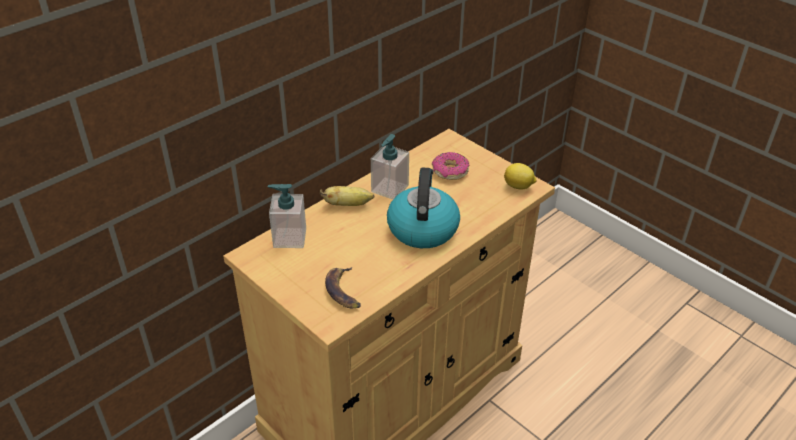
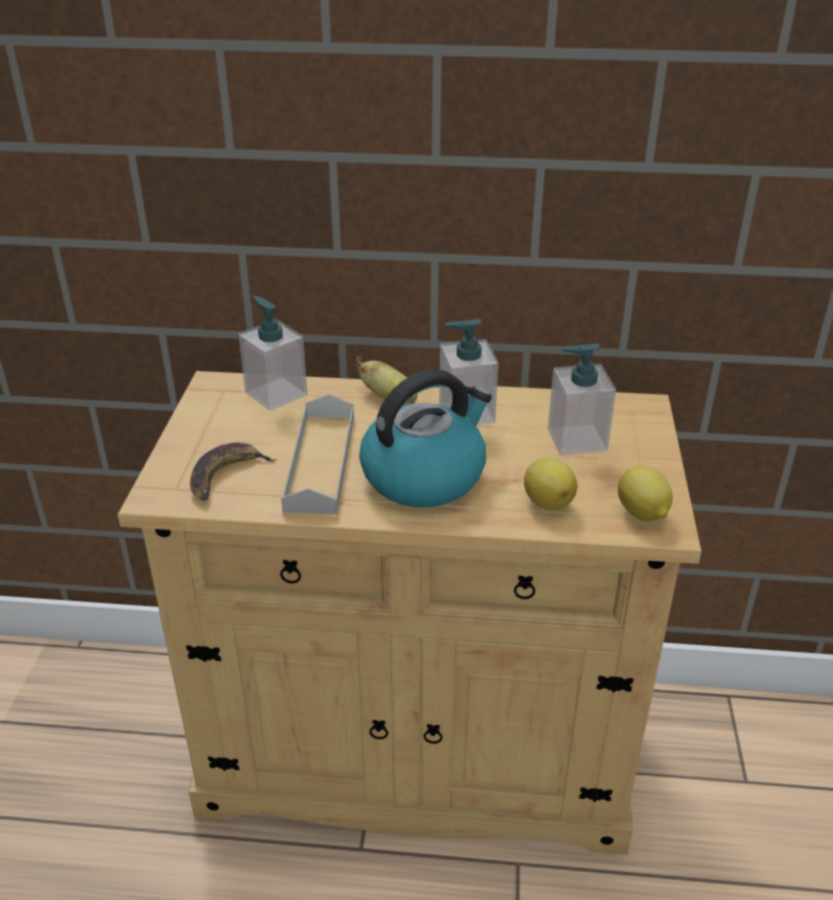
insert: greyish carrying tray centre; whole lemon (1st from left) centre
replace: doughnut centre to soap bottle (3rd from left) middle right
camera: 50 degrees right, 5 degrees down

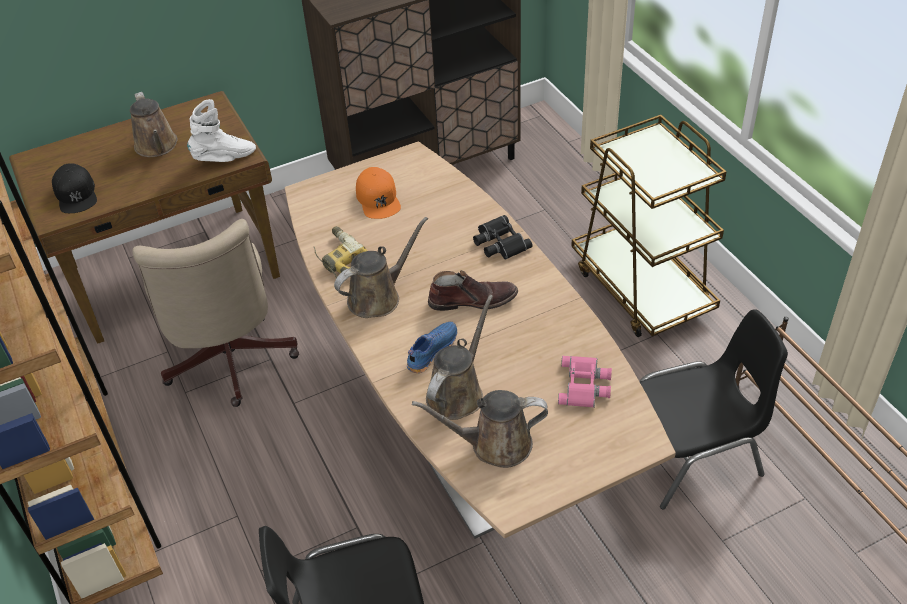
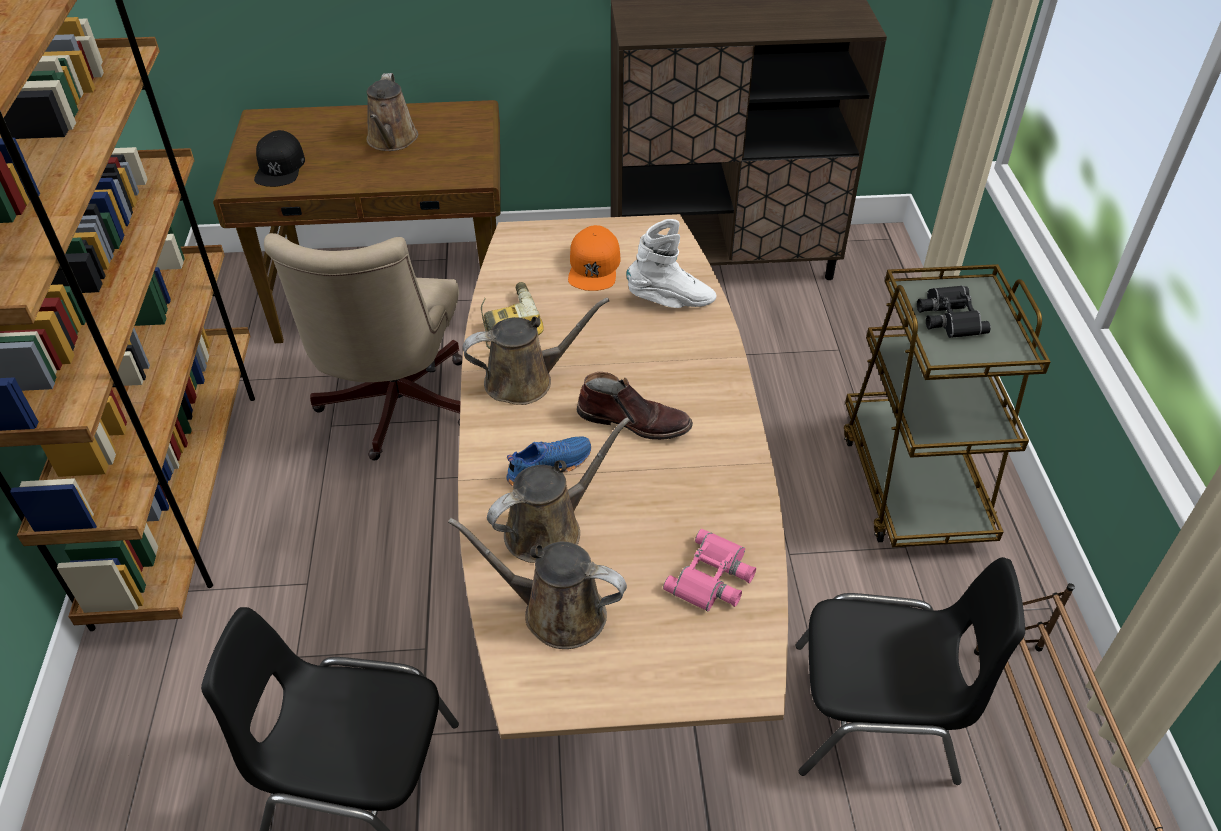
move: whitish tall boot top left to top centre; black-coloured field glasses centre to middle right
camera: 20 degrees right, 0 degrees up

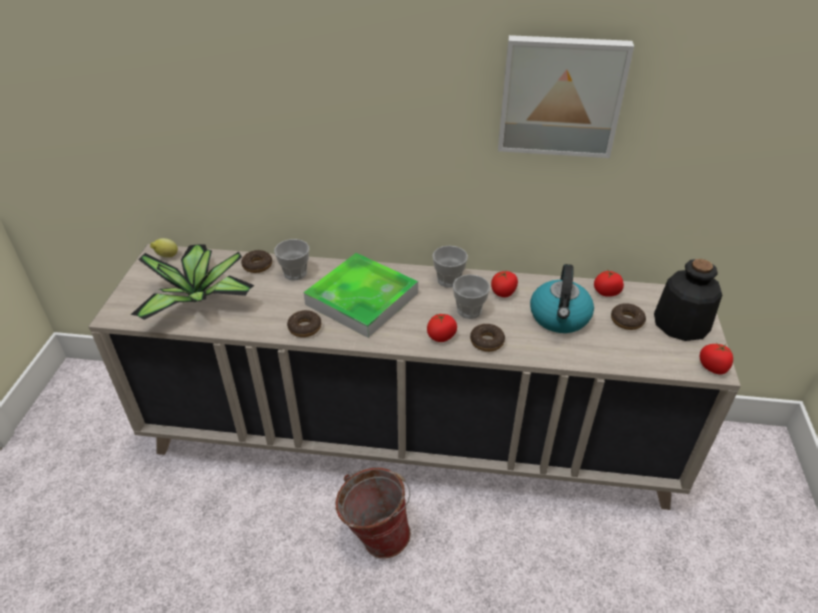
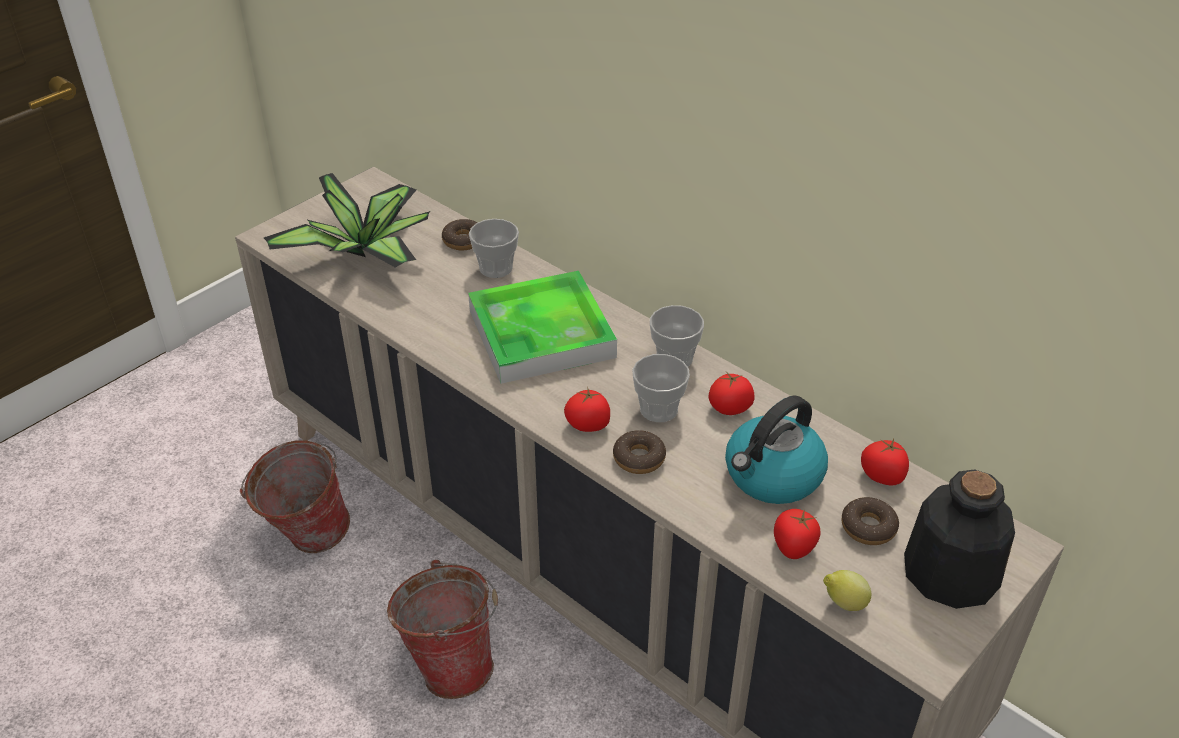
delete: doughnut (2nd from left) centre; wall picture top right
insert: pail (1st from left) bottom left
move: whole lemon middle left to bottom right; whole tomato (4th from left in the first image) middle right to whole tomato (3rd from left) bottom right
camera: 35 degrees right, 0 degrees up

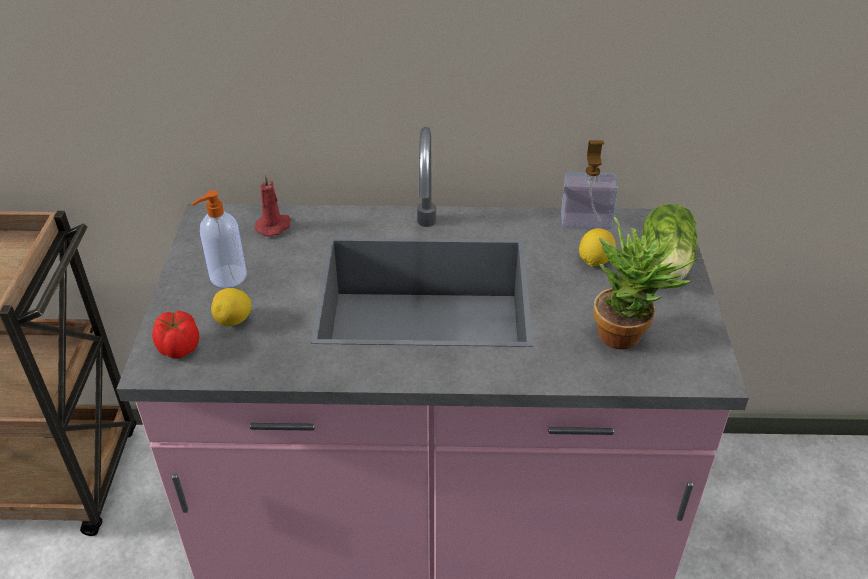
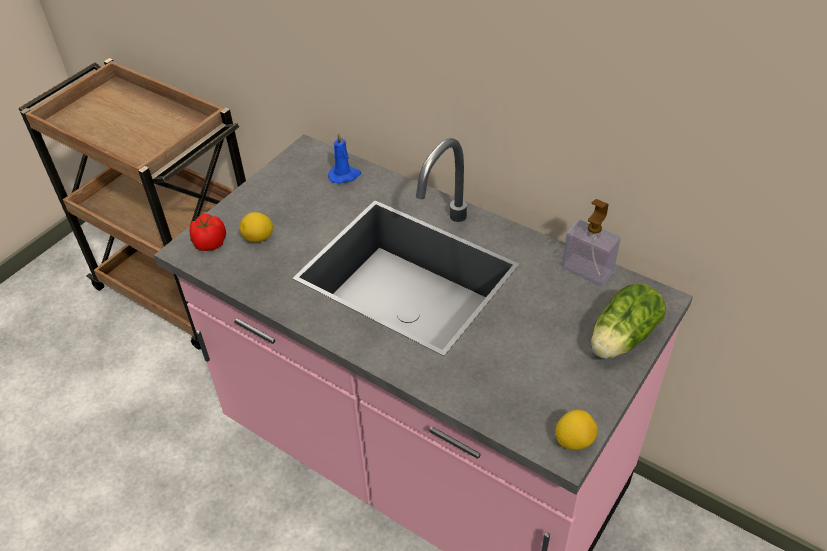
delete: soap bottle (1st from left) middle left; potted plant middle right
move: whole lemon (2nd from left) middle right to bottom right
recolor: reddish wax light middle left to bluish wax light top centre
camera: 35 degrees right, 5 degrees up

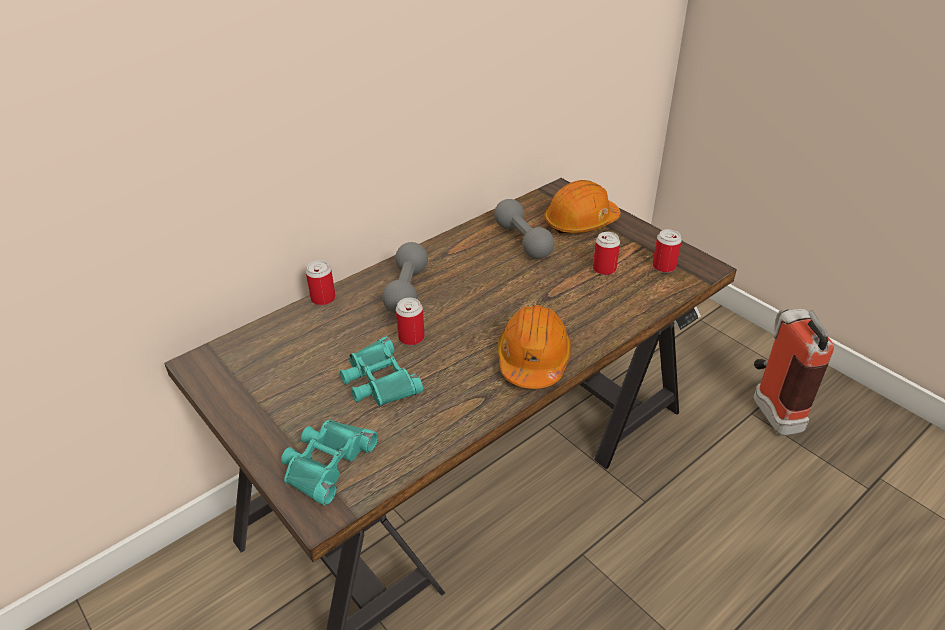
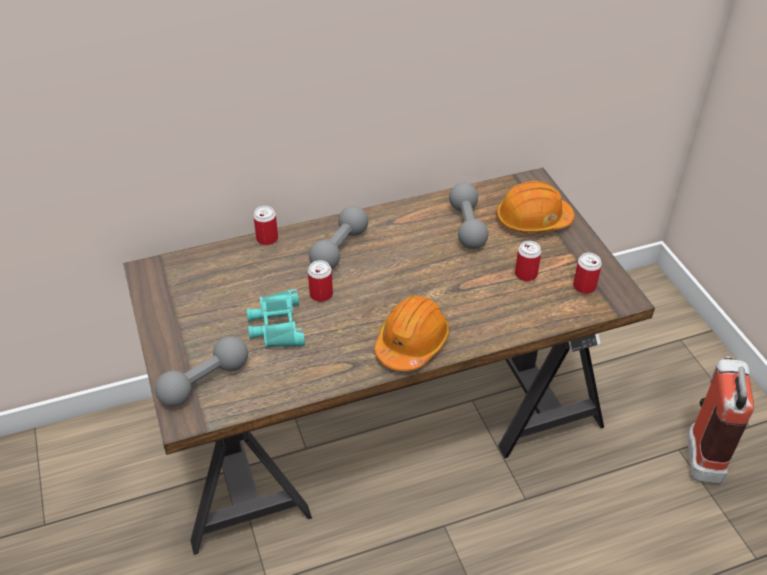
replace: blue-green field glasses (1st from left) bottom centre to greyish free weight (1st from left) middle left
camera: 20 degrees right, 5 degrees up

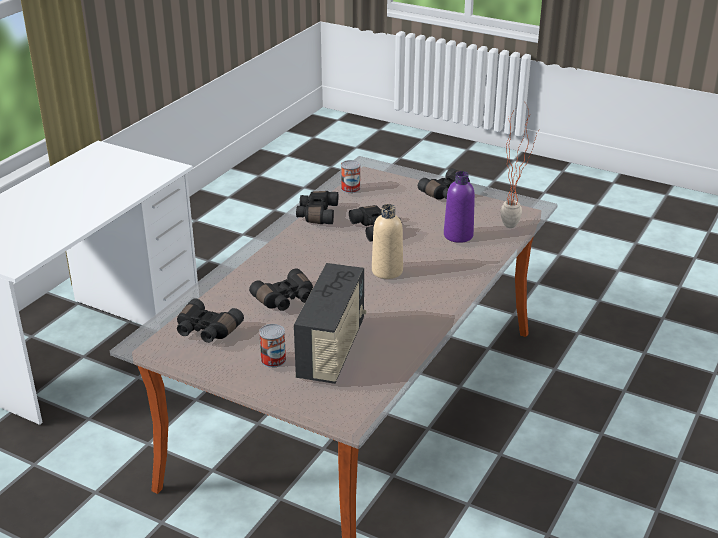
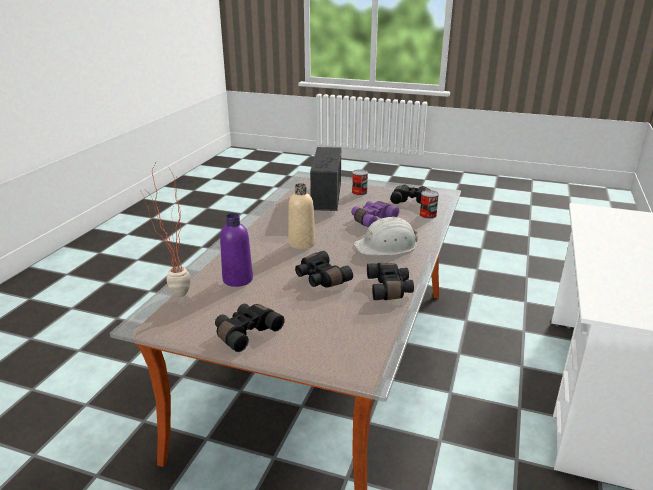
insert: whitish safety helmet centre
move: metal can (2nd from left) top centre to centre
recolor: black-coloured field glasses (2nd from left) centre to purple field glasses centre
camera: 170 degrees right, 5 degrees down

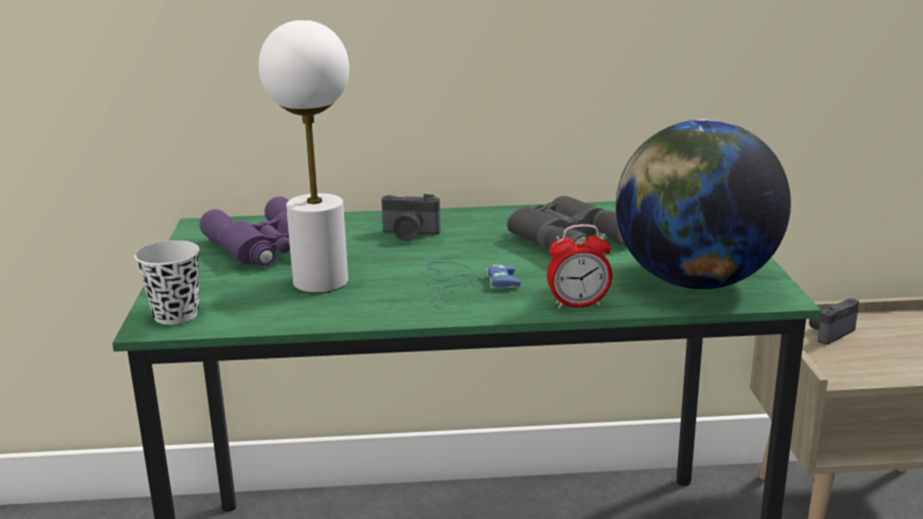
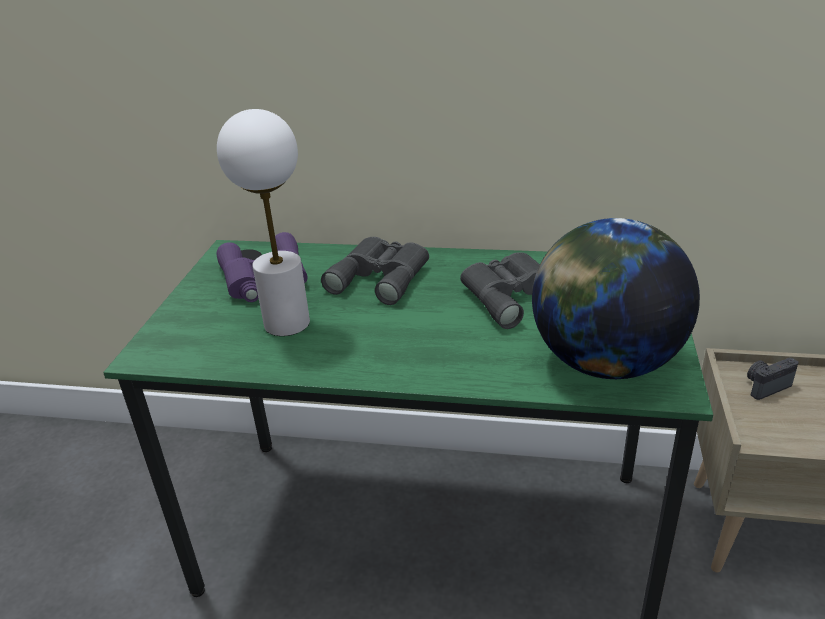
delete: whitish drinking cup middle left; bluish game controller centre; table clock centre
replace: still camera (1st from left) centre to greyish field glasses (1st from left) centre
camera: 15 degrees right, 10 degrees up

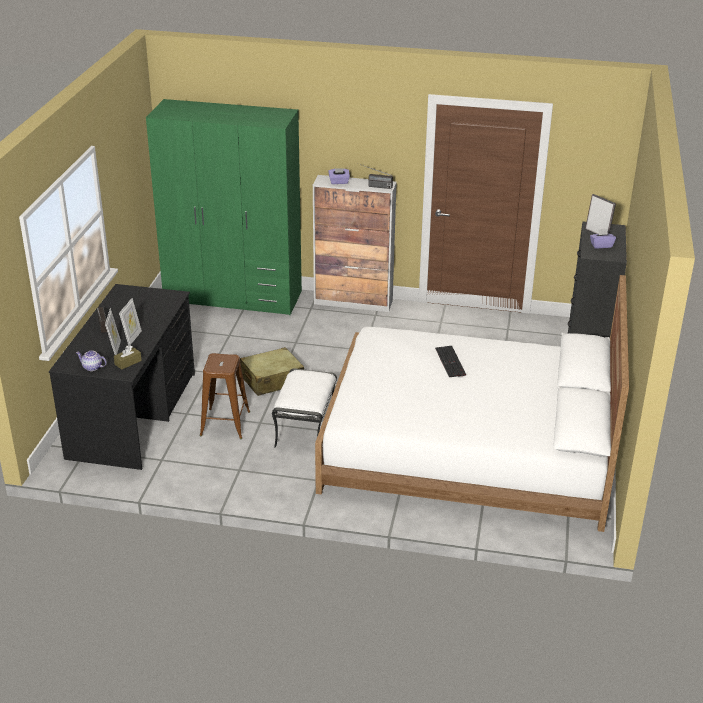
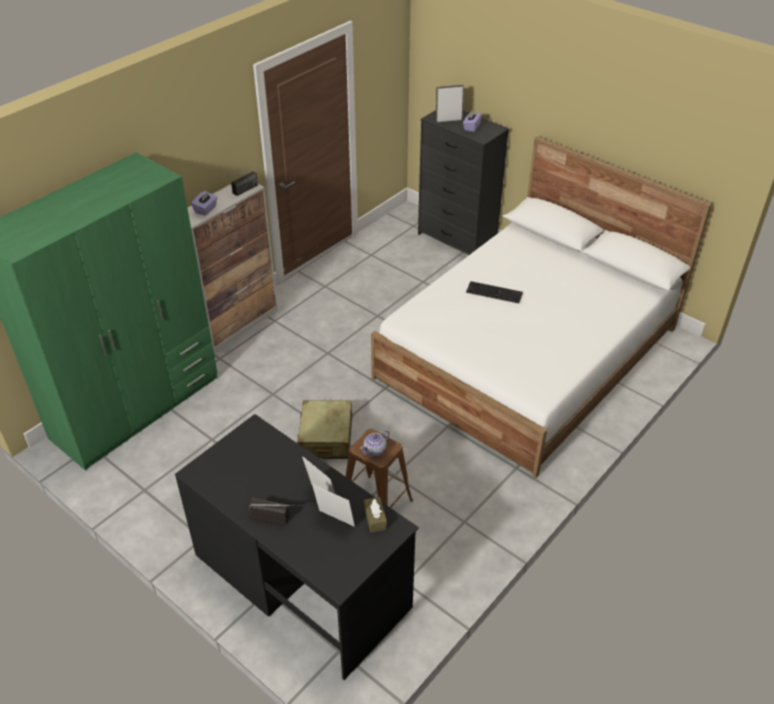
delete: whitish ottoman centre
move: pot for tea middle left to centre
camera: 60 degrees left, 10 degrees up

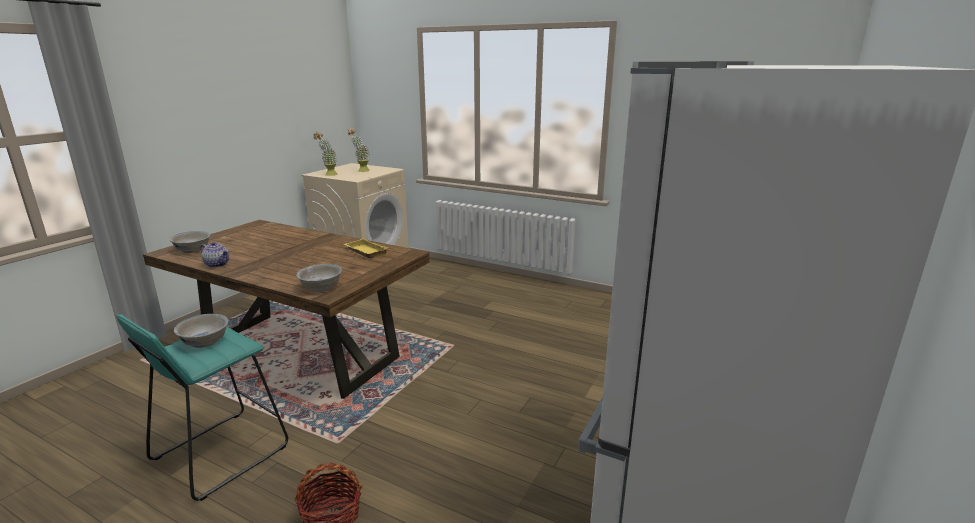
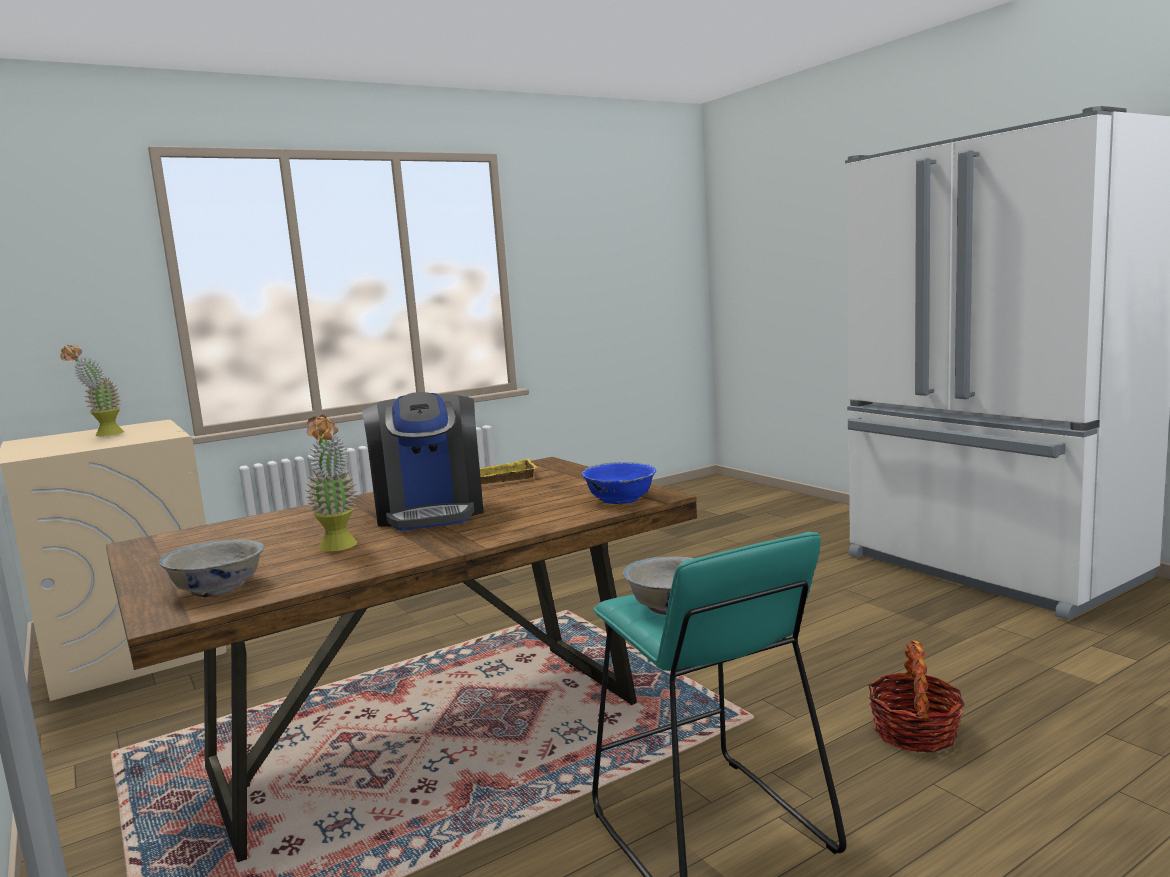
delete: pot for tea middle left
insert: coffee brewer centre
move: potted plant (1st from left in the first image) top centre to potted plant (2nd from left) middle left
recolor: whitish deep dish (3rd from left) middle left to bluish deep dish centre
camera: 60 degrees left, 10 degrees down

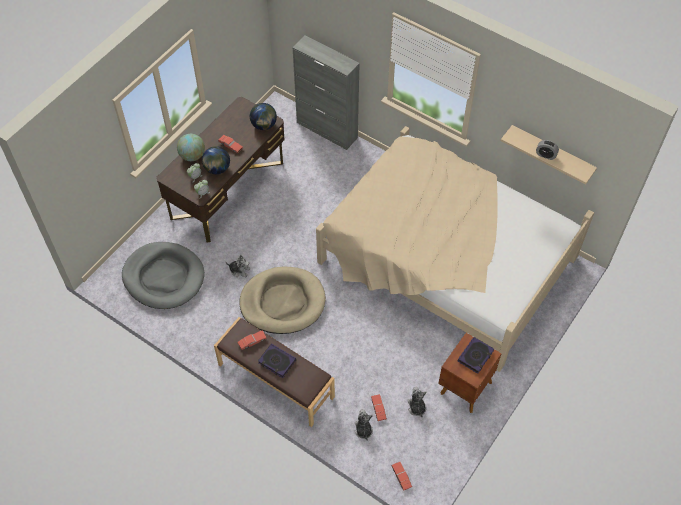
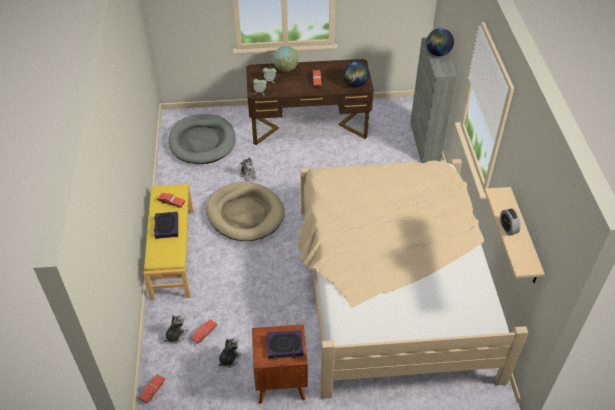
move: world globe (2nd from left in the first image) top left to world globe (3rd from left) top right
recolor: brown long seat bottom centre to yellow long seat middle left
camera: 50 degrees right, 10 degrees down

